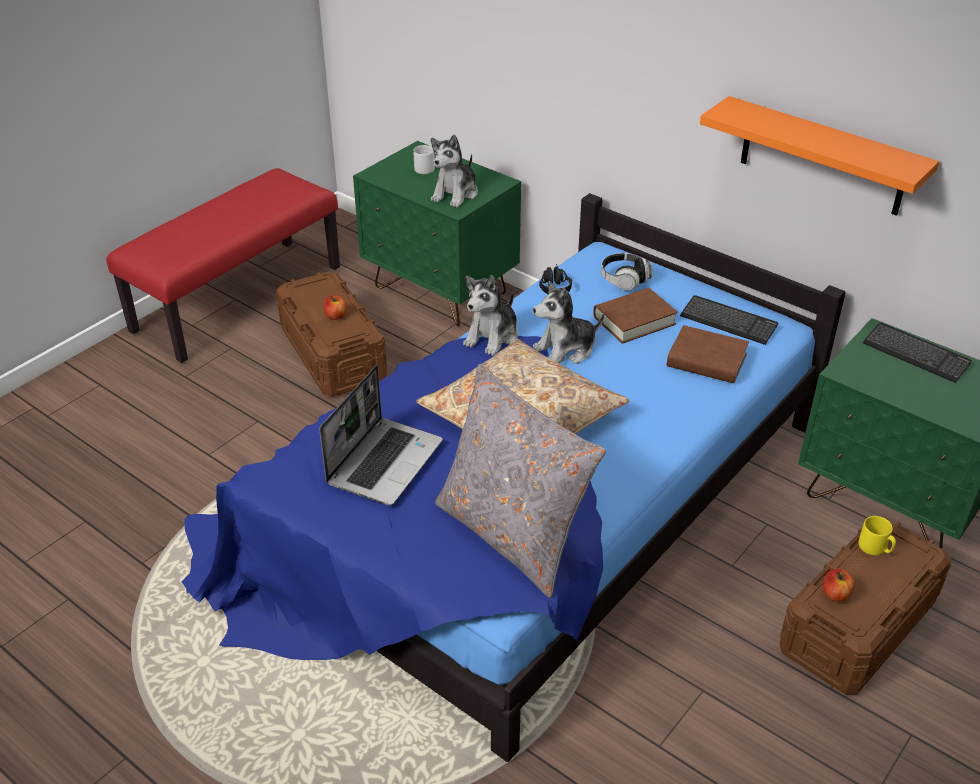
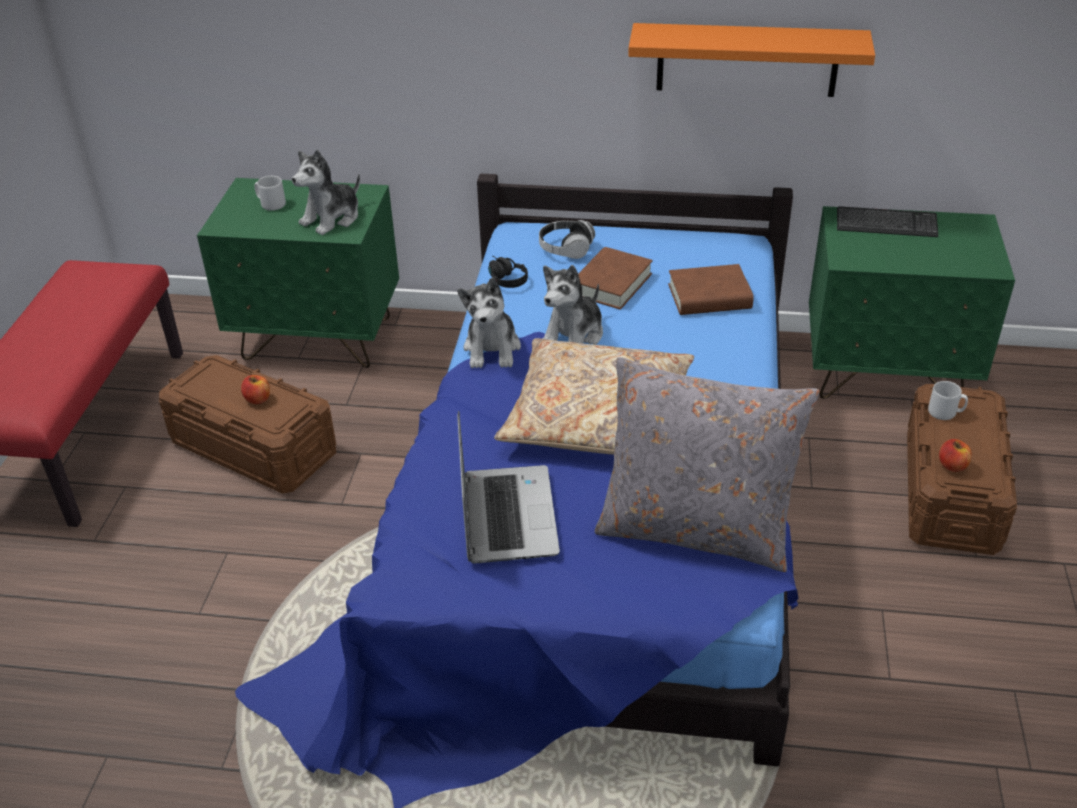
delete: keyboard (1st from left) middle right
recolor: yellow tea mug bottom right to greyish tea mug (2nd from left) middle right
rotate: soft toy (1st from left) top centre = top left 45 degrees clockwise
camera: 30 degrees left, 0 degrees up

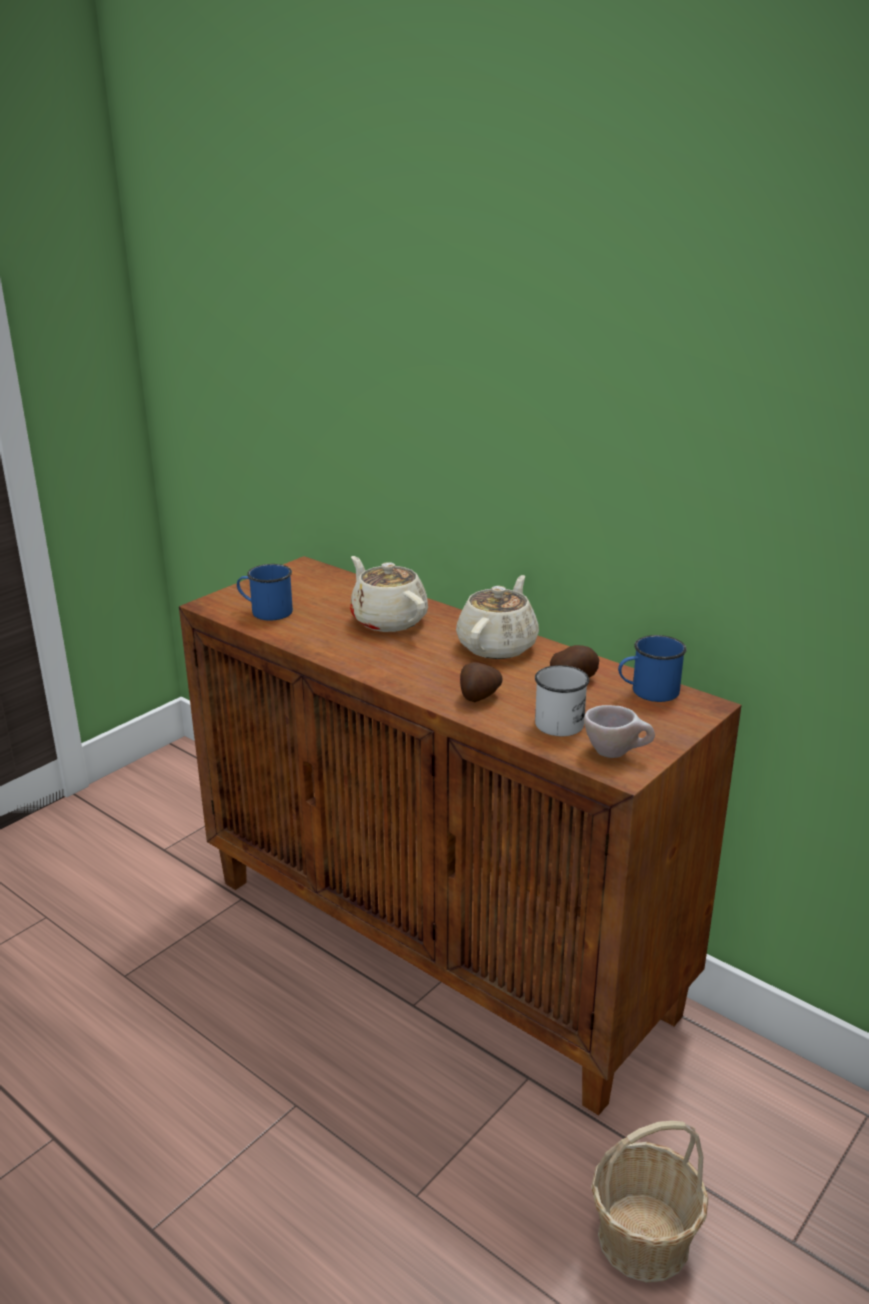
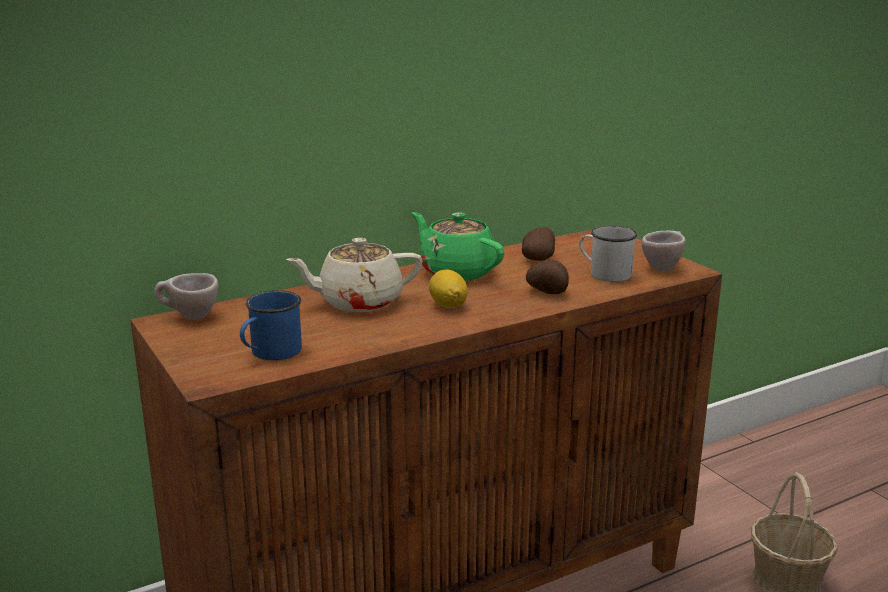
delete: bluish tea mug (2nd from left) middle right
insert: sand-coloured drinking cup (1st from left) middle left; whole lemon centre
recolor: sand-coloured pot for tea (2nd from left) centre to green pot for tea centre
camera: 70 degrees left, 5 degrees down

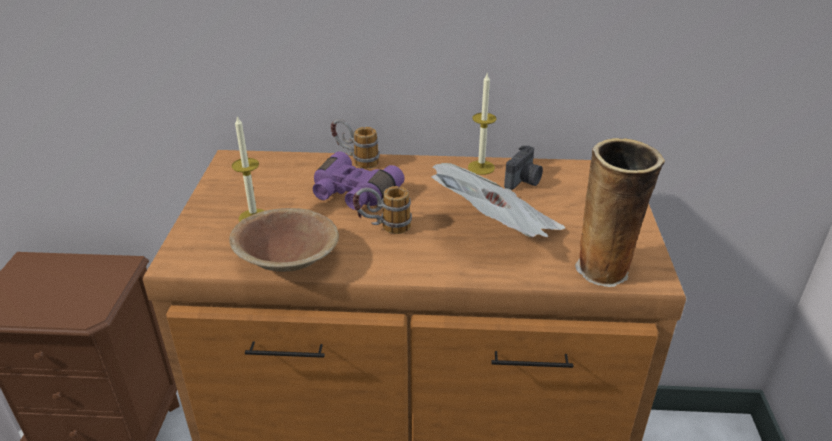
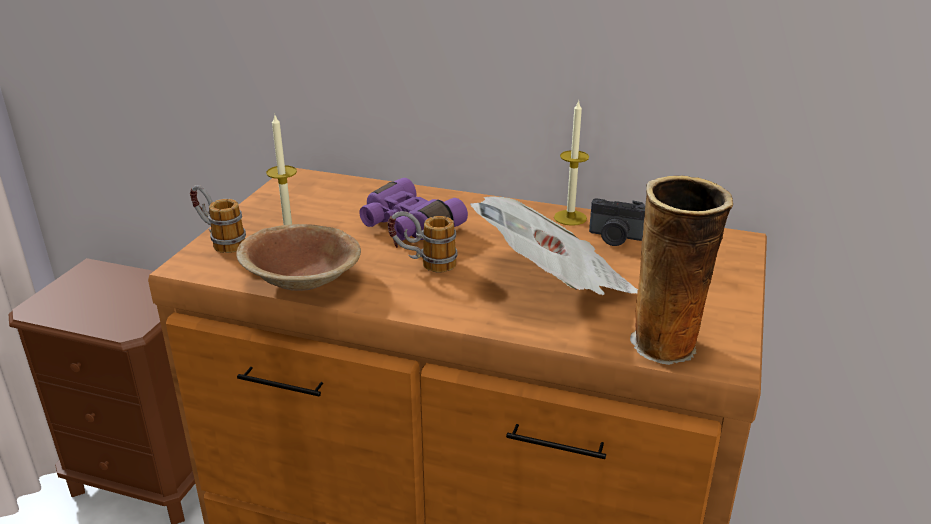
move: tea mug (1st from left) top centre to middle left
rotate: still camera centre = centre 60 degrees clockwise
camera: 15 degrees right, 5 degrees down

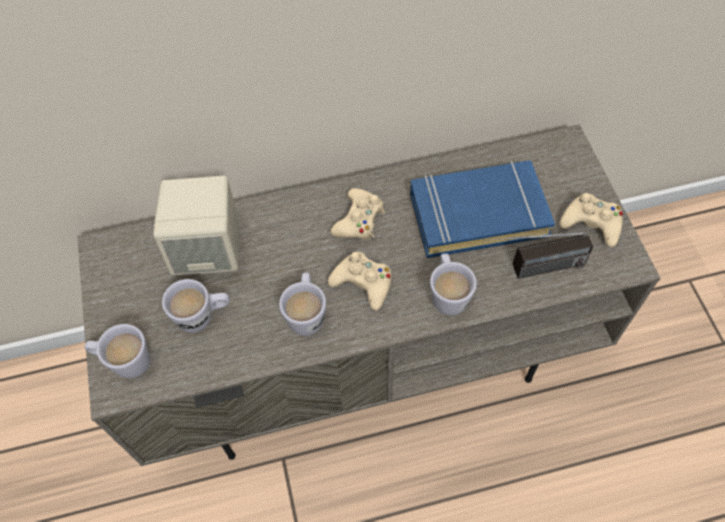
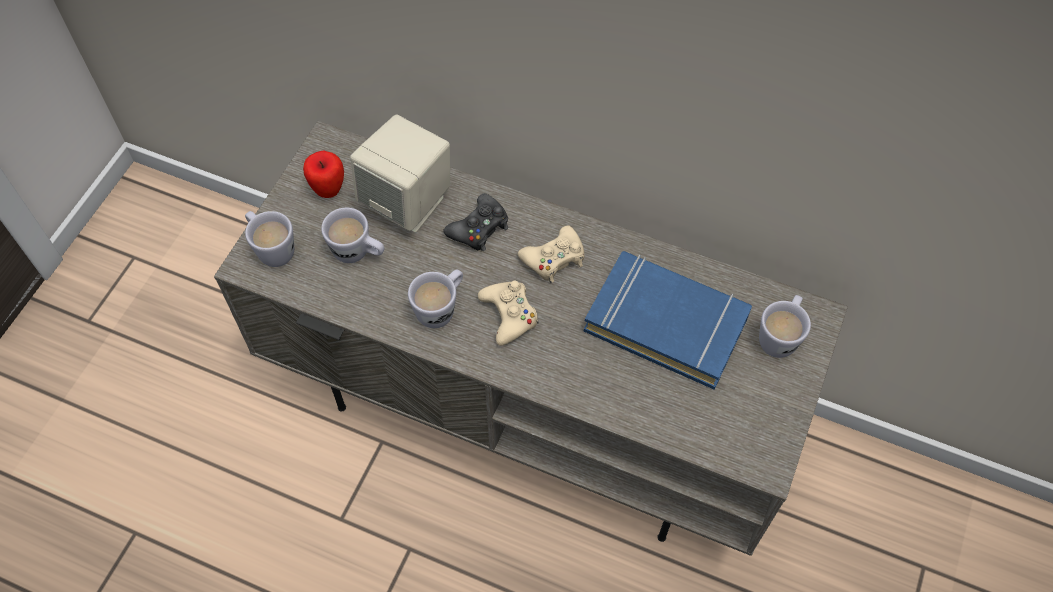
delete: radio receiver middle right; sand-coloured game controller (3rd from left) middle right
insert: apple top left; black-coloured game controller centre
move: whitish tea mug (4th from left) centre to middle right
camera: 35 degrees right, 0 degrees up

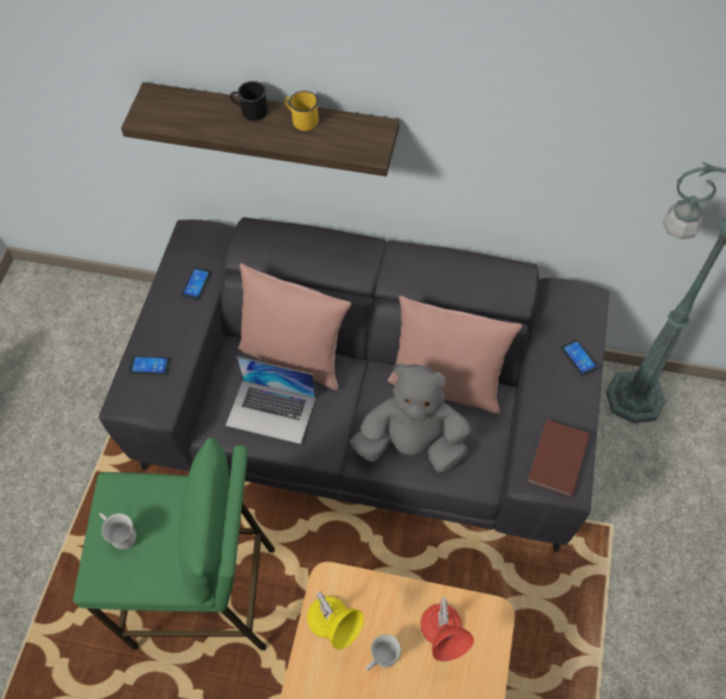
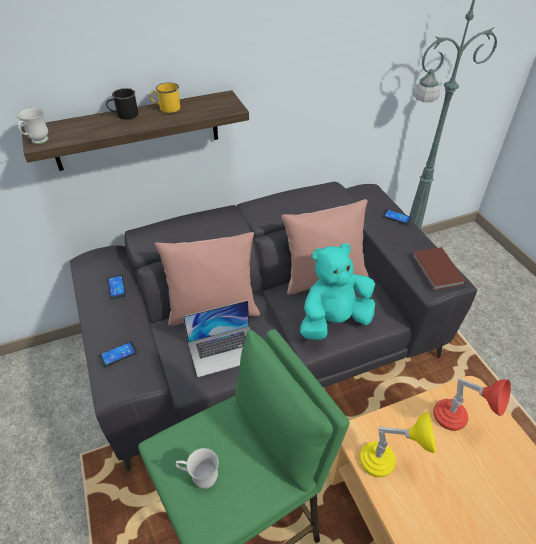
move: whitish tea mug (2nd from left in the first image) bottom centre to whitish tea mug (1st from left) top left
recolor: greyish soft toy centre to blue-green soft toy centre
camera: 35 degrees left, 15 degrees down

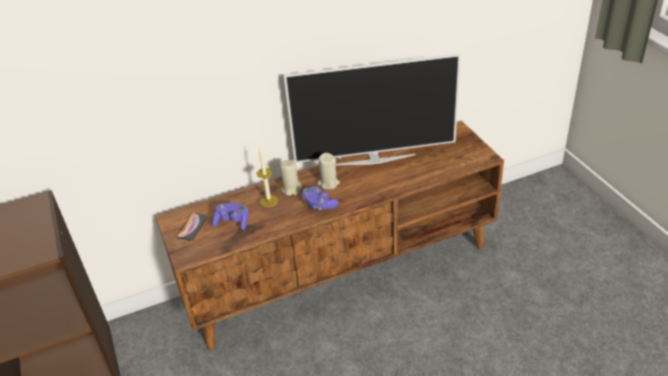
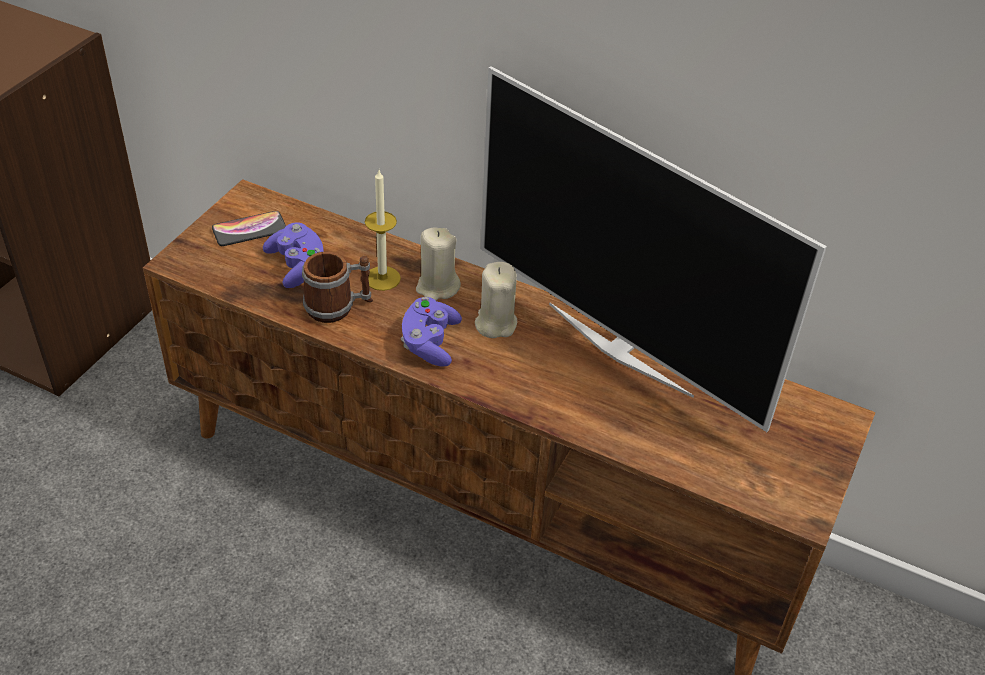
insert: tea mug centre
camera: 45 degrees right, 5 degrees up

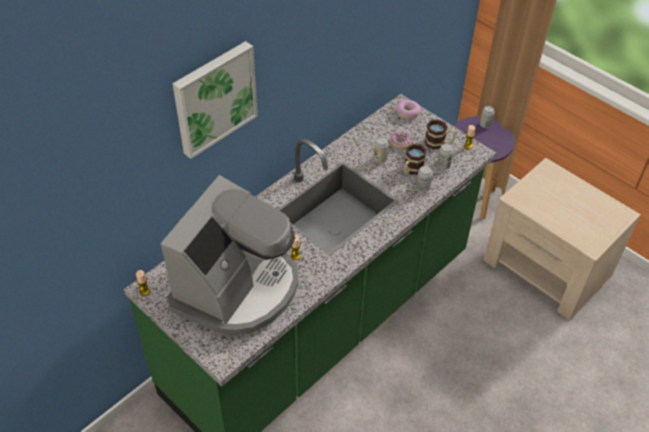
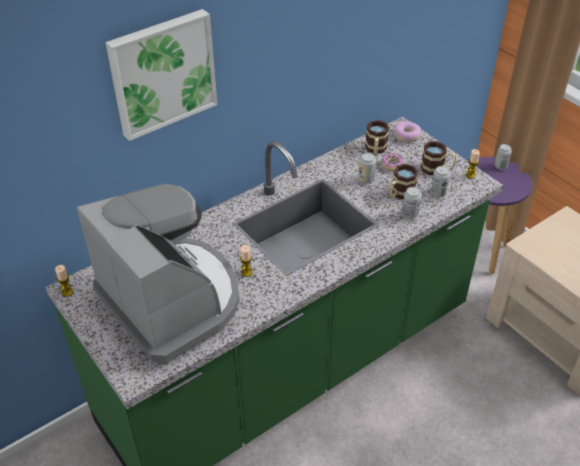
insert: tea mug (1st from left) top centre
rotate: coffee brewer centre = middle left 75 degrees counterclockwise
camera: 10 degrees right, 5 degrees down

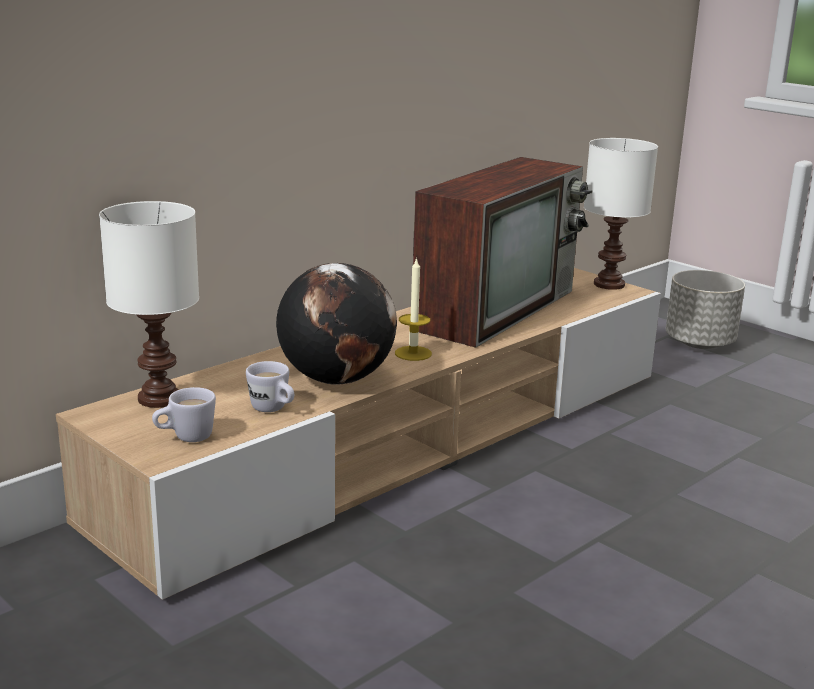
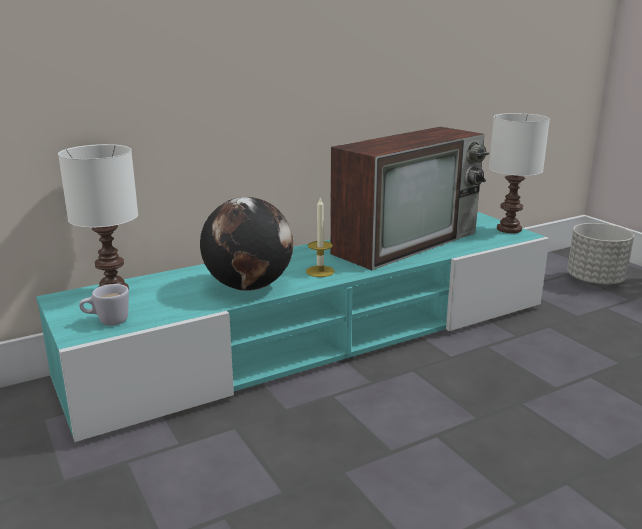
delete: whitish tea mug (2nd from left) middle left
recolor: sand-coloured media console centre to blue-green media console centre
camera: 15 degrees right, 0 degrees up

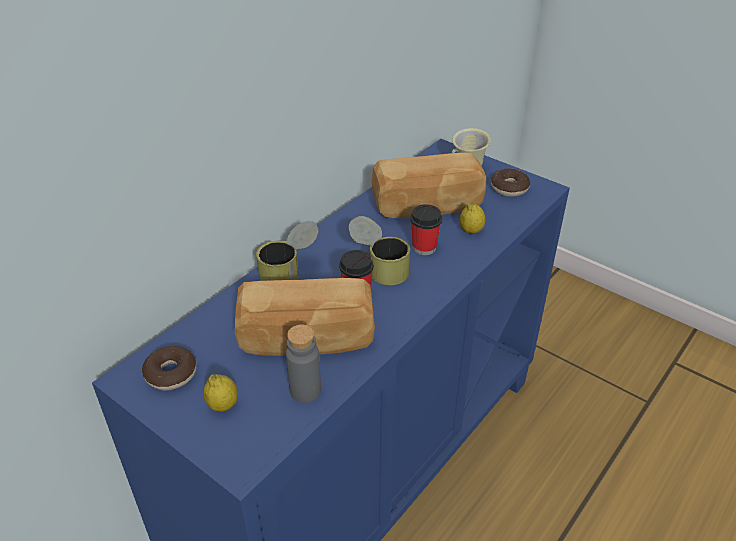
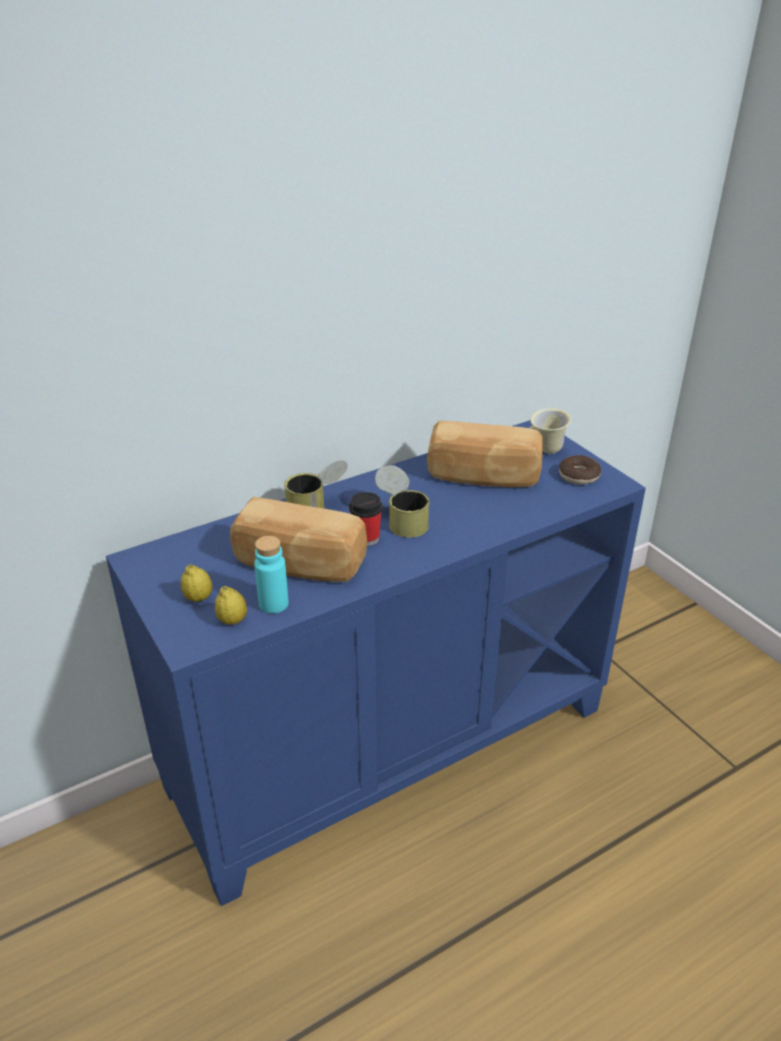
delete: doughnut (1st from left) bottom left; drinking cup (2nd from left) centre
move: whole lemon (2nd from left) centre to middle left
recolor: greyish drink bottle bottom centre to blue-green drink bottle centre
camera: 20 degrees right, 5 degrees down

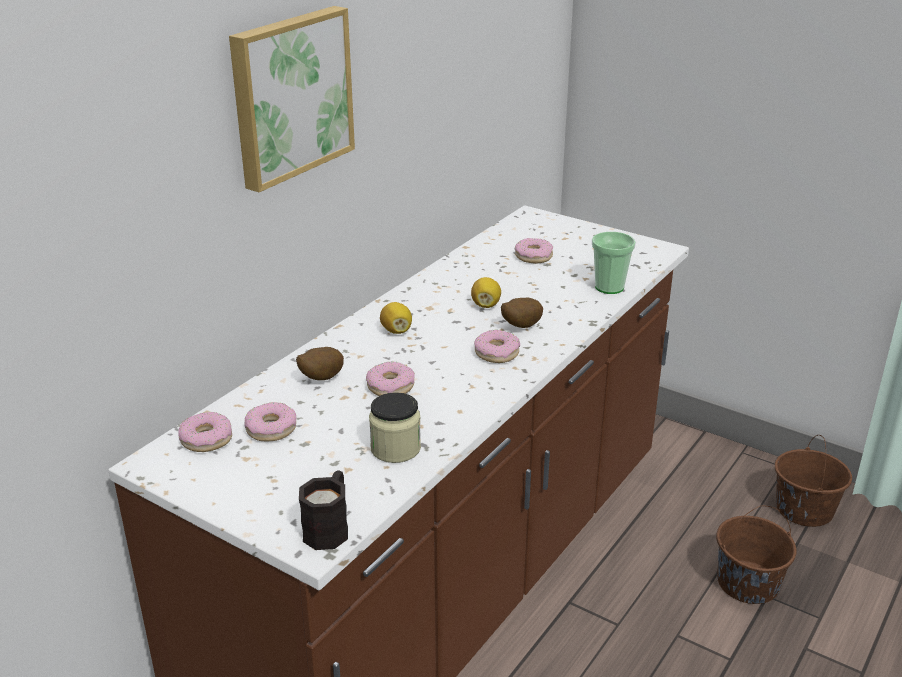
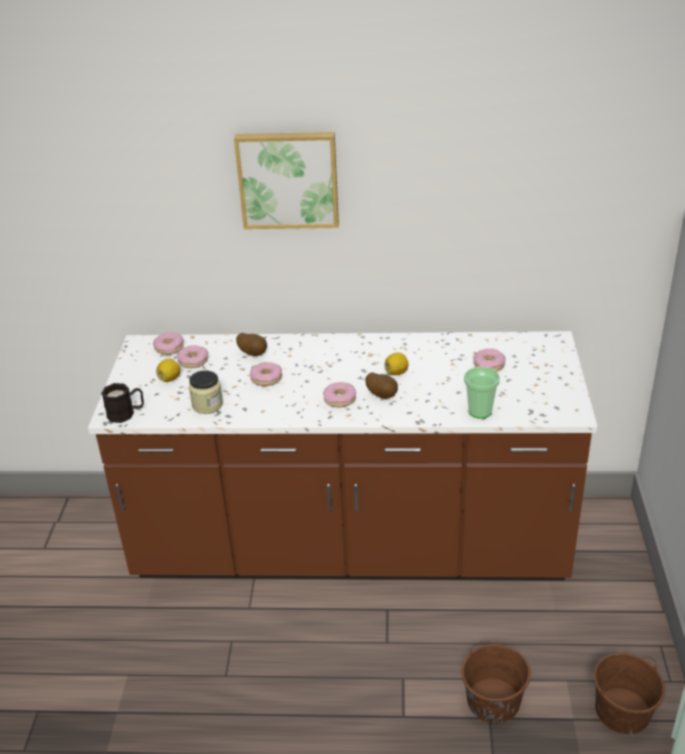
move: whole lemon (1st from left) centre to middle left
camera: 60 degrees right, 5 degrees up

